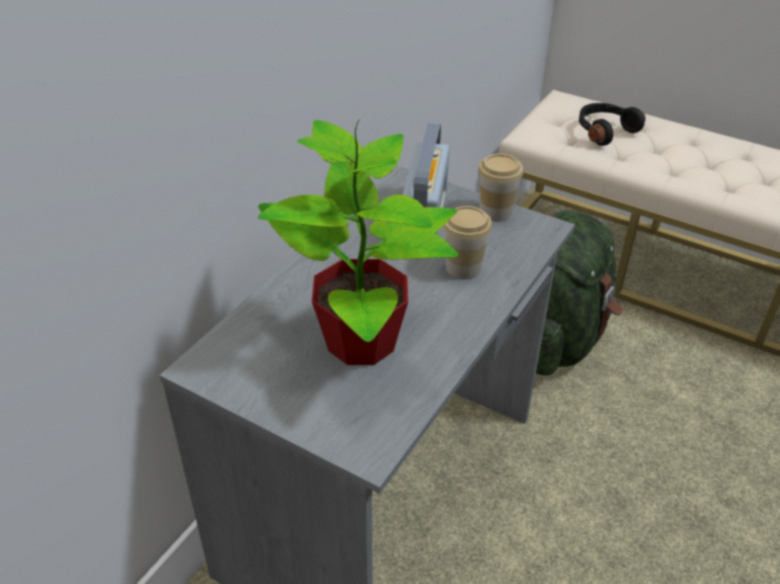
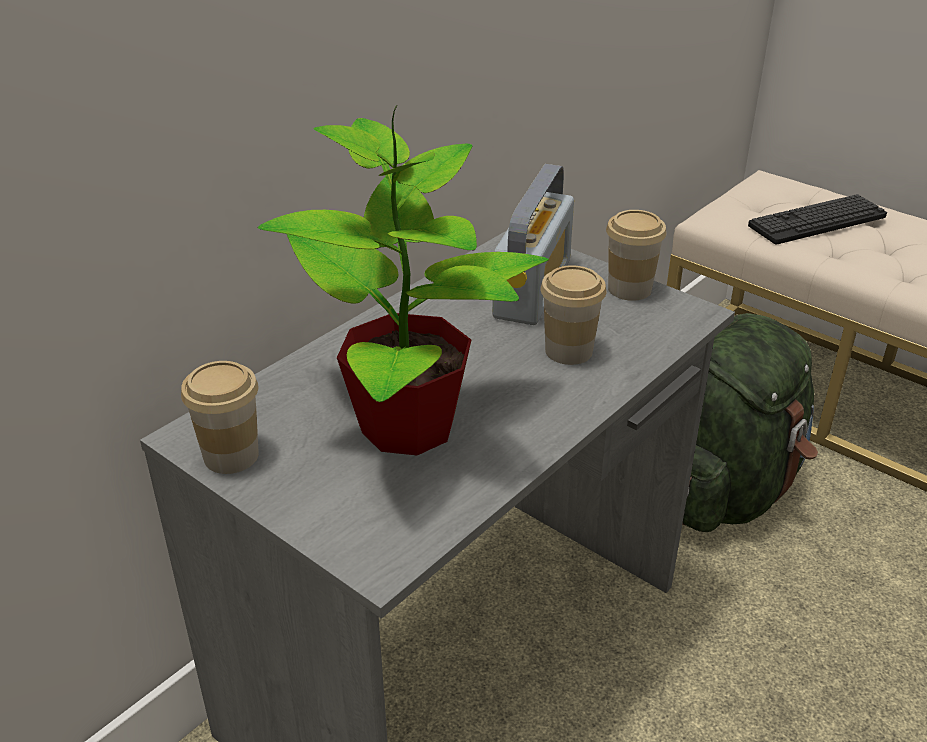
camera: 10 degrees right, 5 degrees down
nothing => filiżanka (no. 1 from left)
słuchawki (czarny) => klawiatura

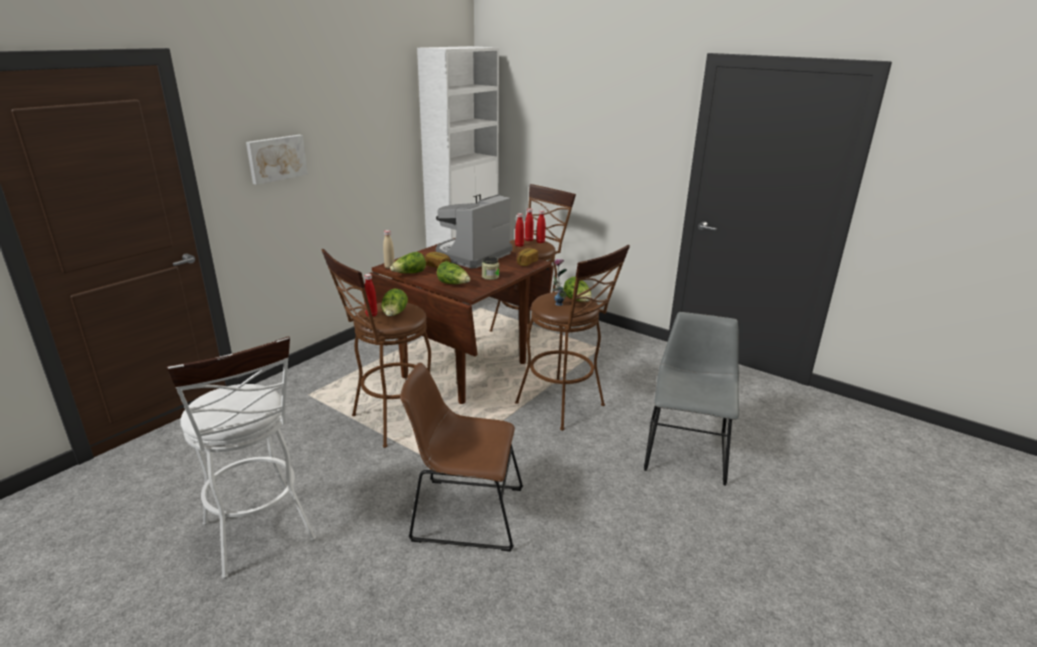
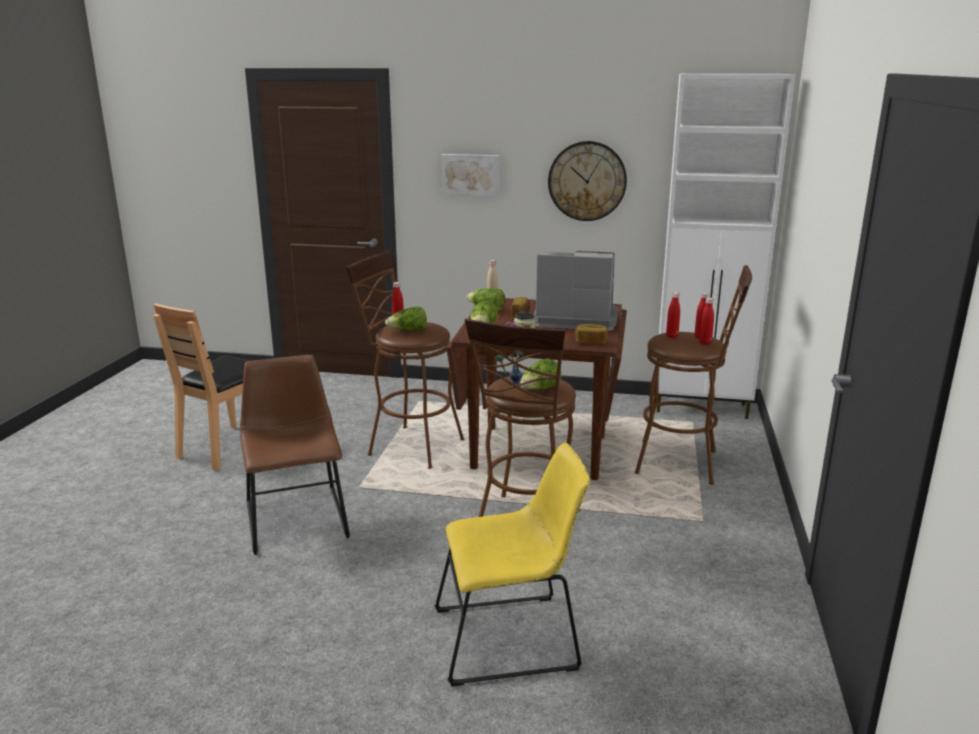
camera: 65 degrees right, 5 degrees down
nothing => zegar ścienny
stołek (biały) => krzesło (brązowy) (no. 1 from left)
krzesło (szary) => krzesło (żółty)

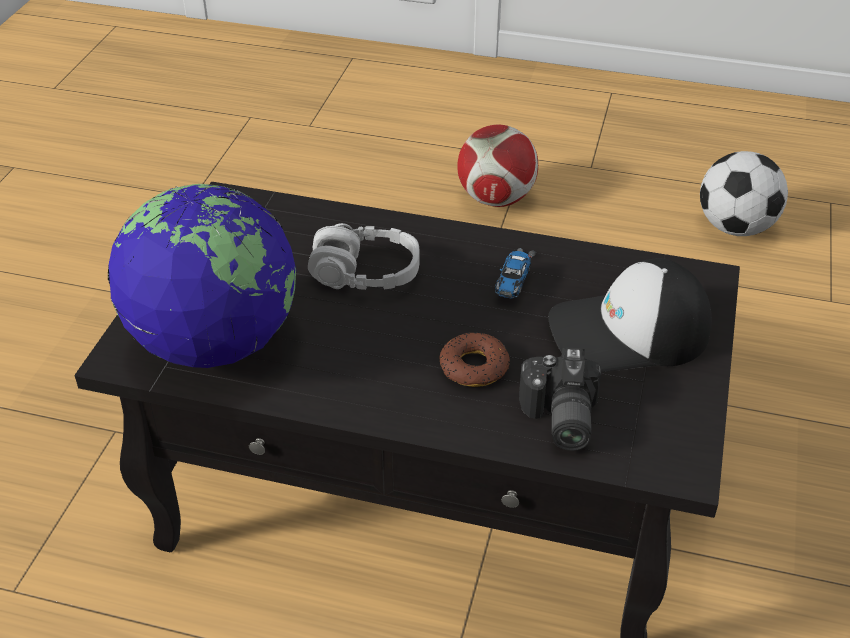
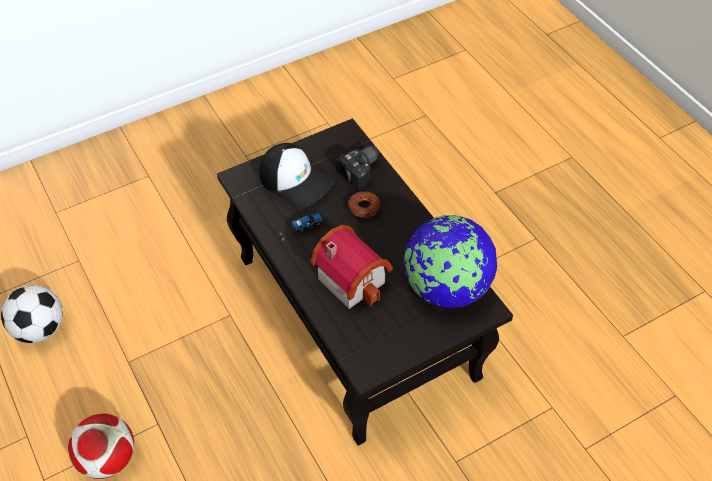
camera: 135 degrees left, 10 degrees up
słuchawki (szary) => domek

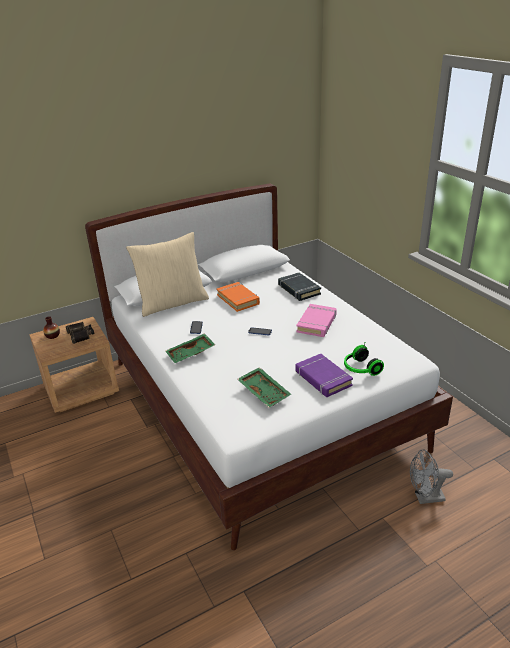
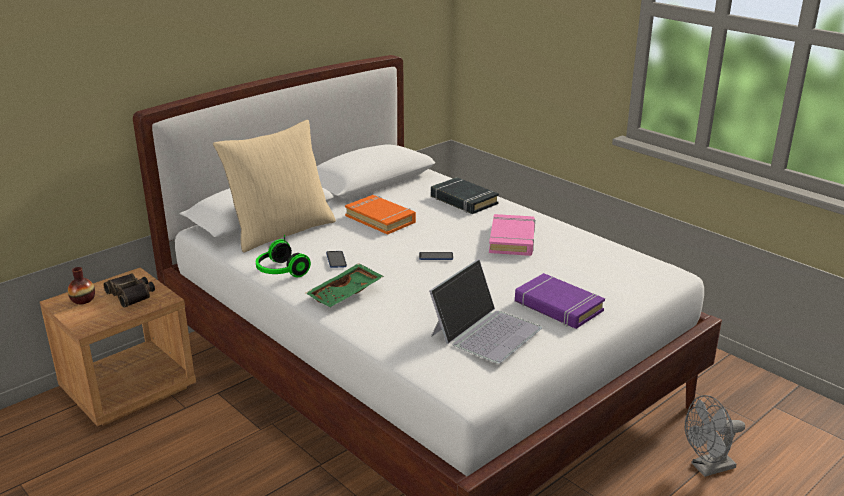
camera: 15 degrees left, 5 degrees down
słuchawki, relocated
taca (zielony) (no. 2 from left) => laptop

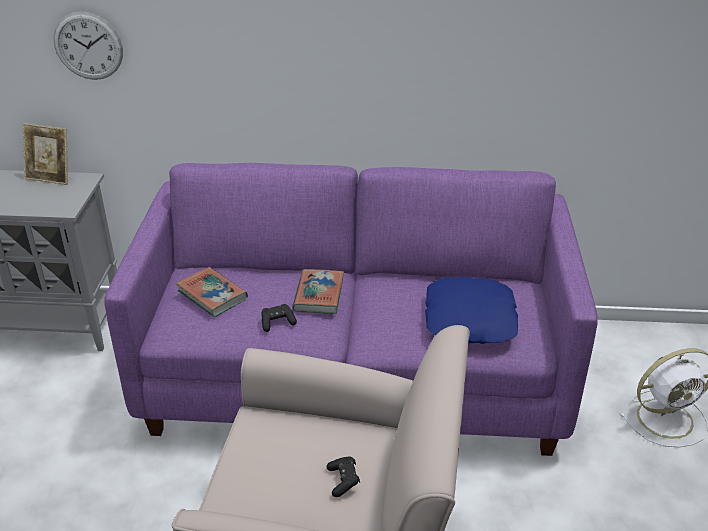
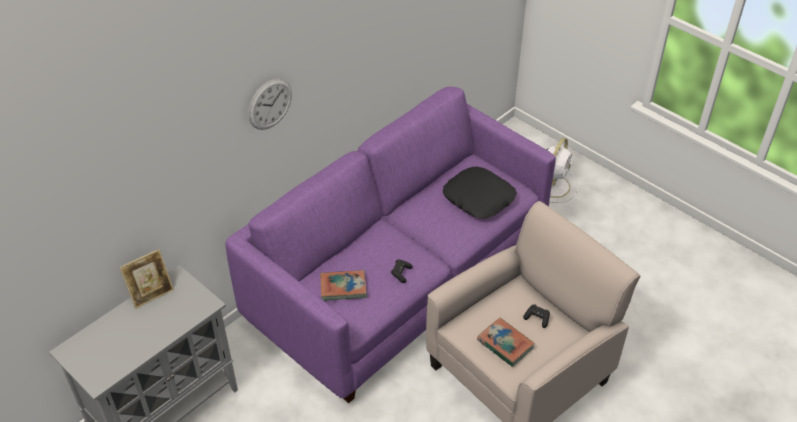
camera: 50 degrees left, 10 degrees up
zegar ścienny, relocated
książka (no. 2 from left), relocated
poduszka (niebieski) => poduszka (czarny)

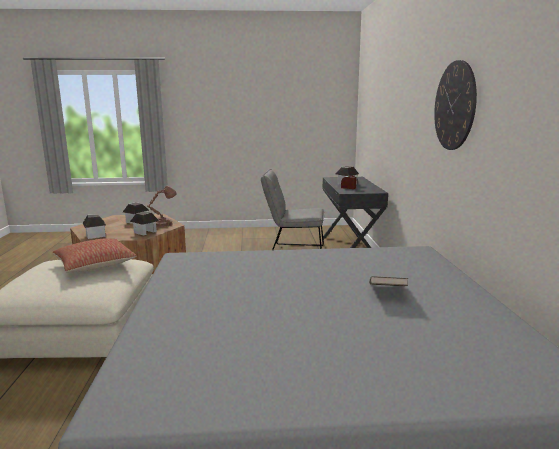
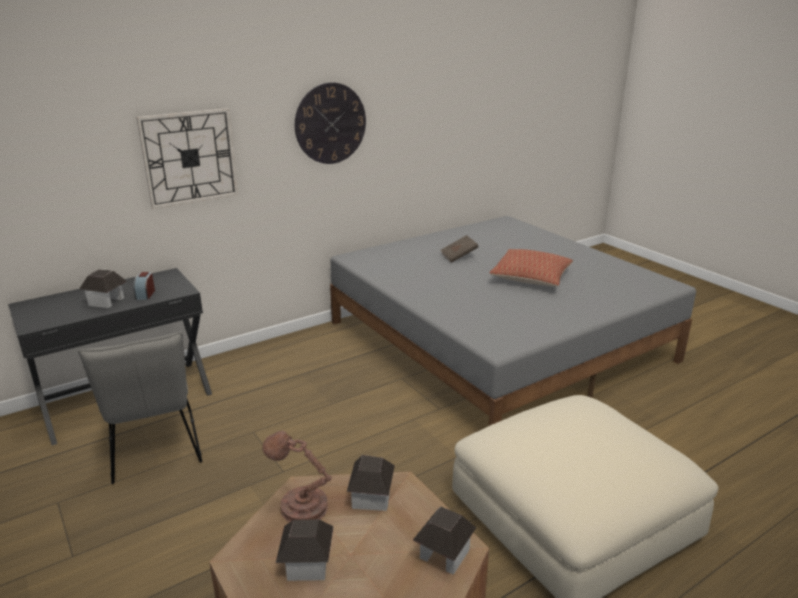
camera: 120 degrees left, 10 degrees up
nothing => zegar ścienny (no. 1 from left)
poduszka, relocated

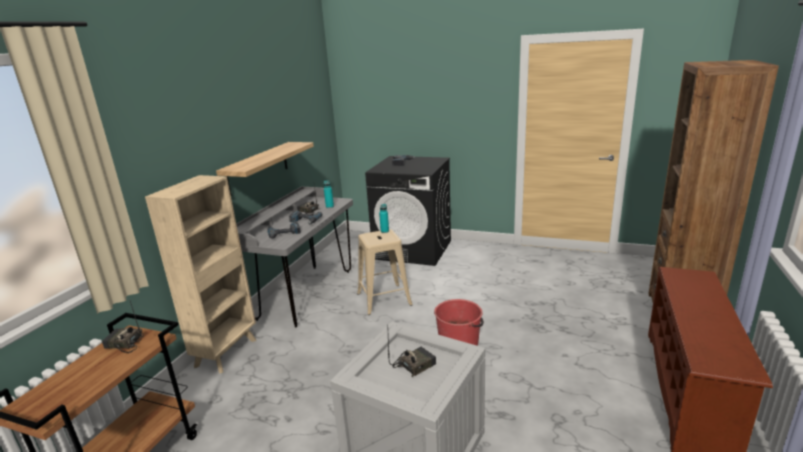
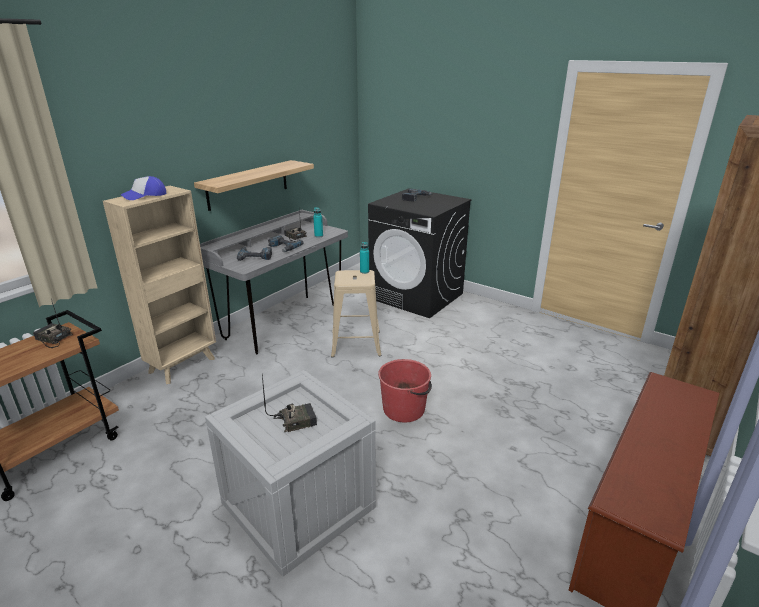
camera: 15 degrees right, 5 degrees up
nothing => czapka z daszkiem

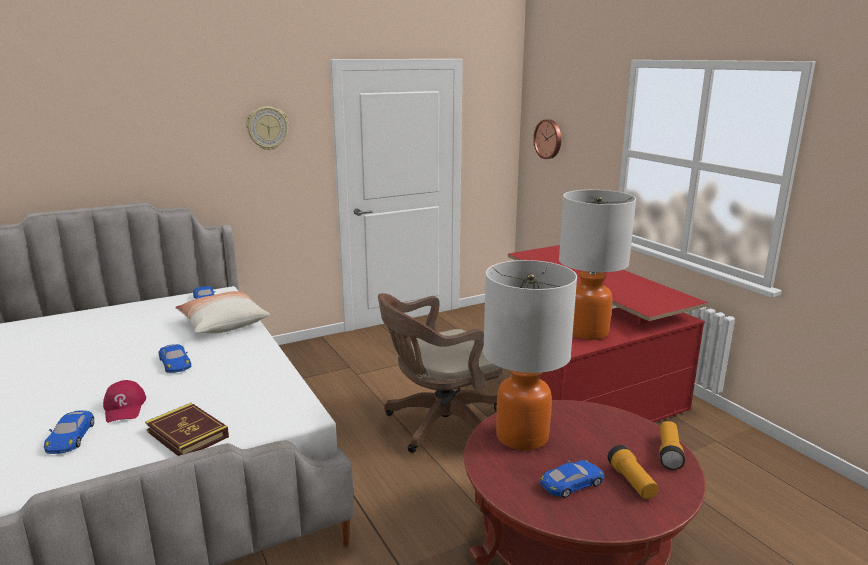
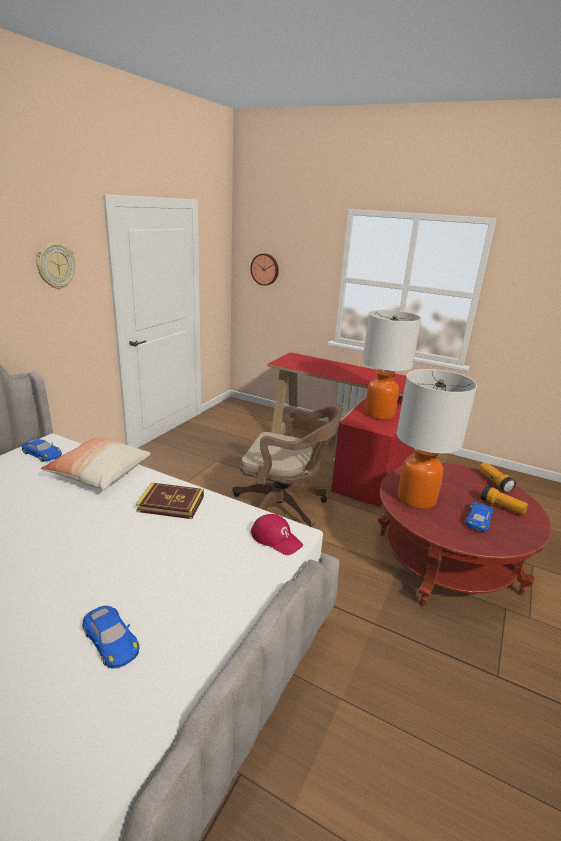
camera: 35 degrees left, 5 degrees up
samochodzik (niebieski) (no. 2 from left) => nothing
czapka z daszkiem (czerwony), relocated
książka, relocated
krzesło biurowe (brązowy), 105 degrees counterclockwise

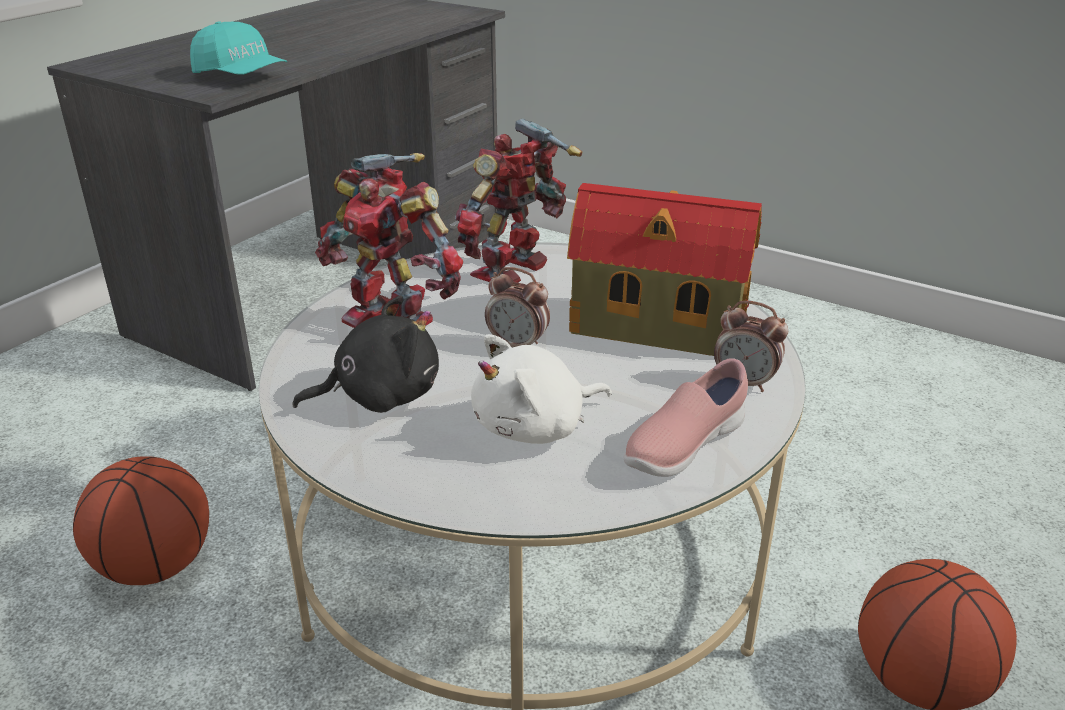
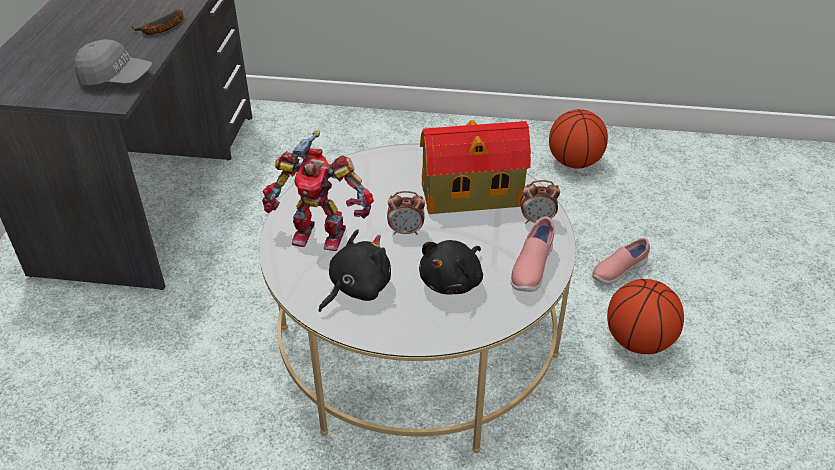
camera: 25 degrees left, 10 degrees up
robot zabawkowy (no. 2 from left) => nothing
nothing => banan
nothing => but (różowy) (no. 2 from left)
piłka do koszykówki (no. 1 from left), relocated
czapka z daszkiem (turkusowy) => czapka z daszkiem (szary)
pluszak (biały) => pluszak (czarny) (no. 2 from left)

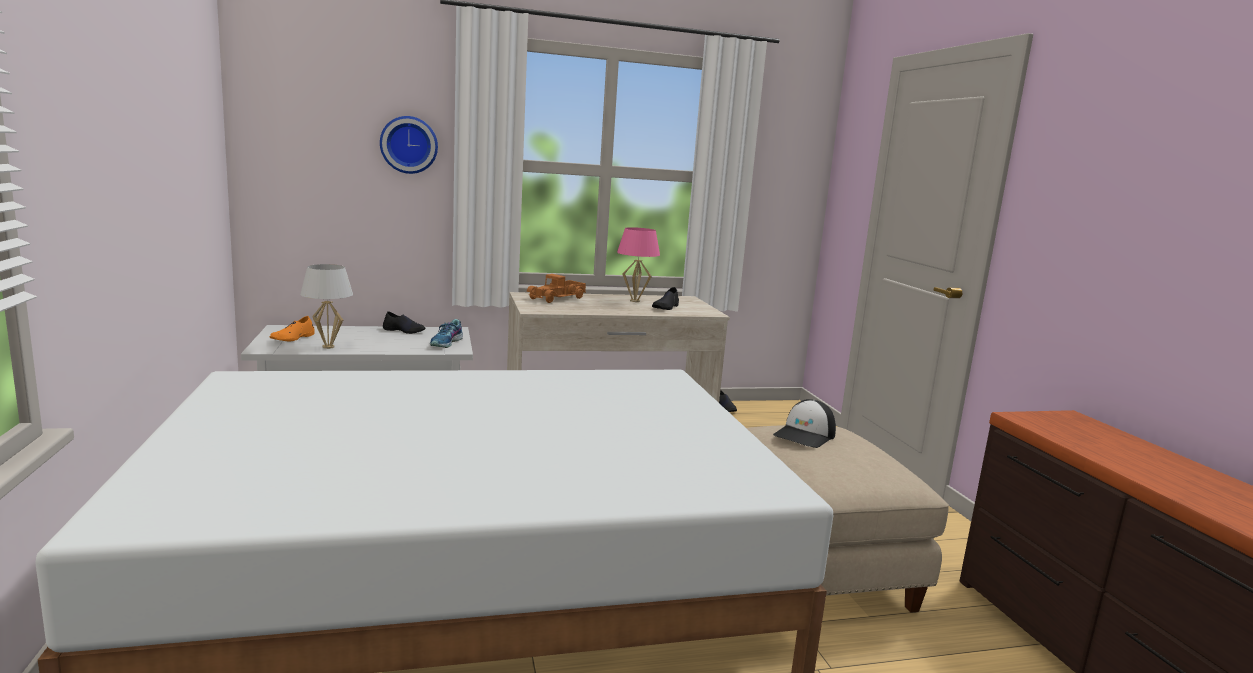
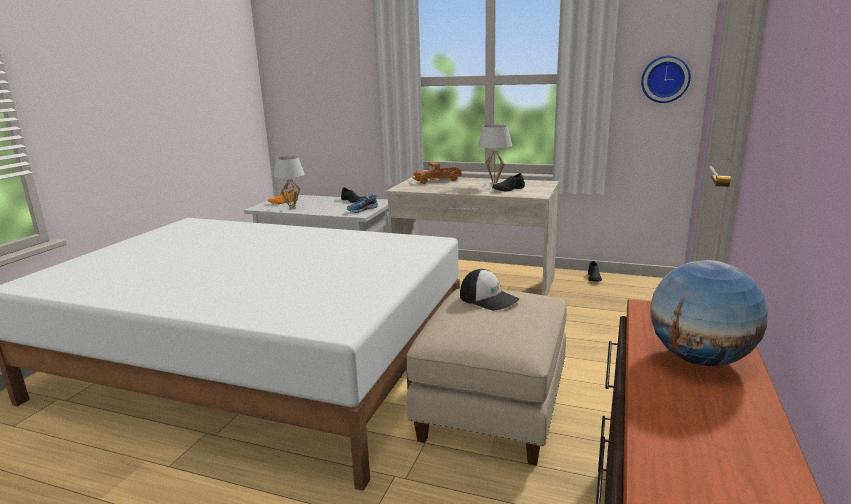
camera: 35 degrees right, 5 degrees up
nothing => globus
zegar ścienny, relocated
lampa stołowa (różowy) => lampa stołowa (biały) (no. 2 from left)
czapka z daszkiem, 120 degrees counterclockwise

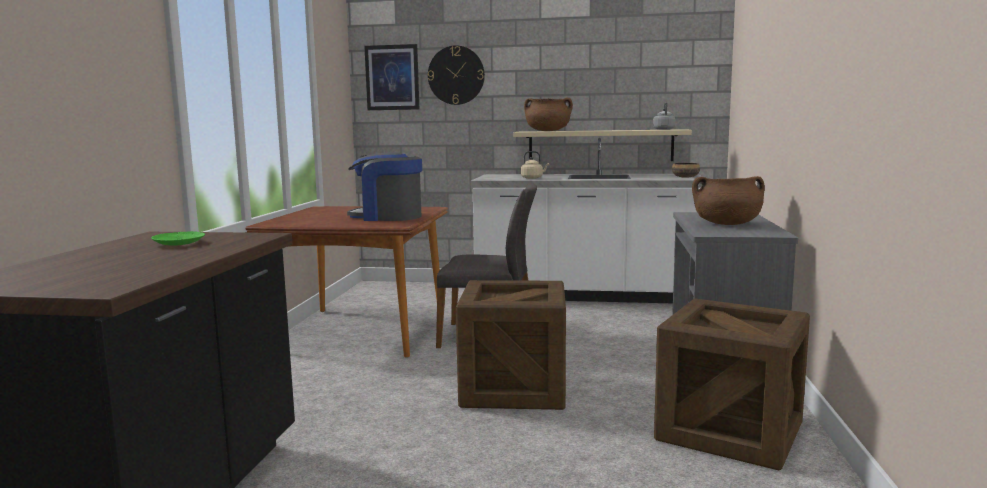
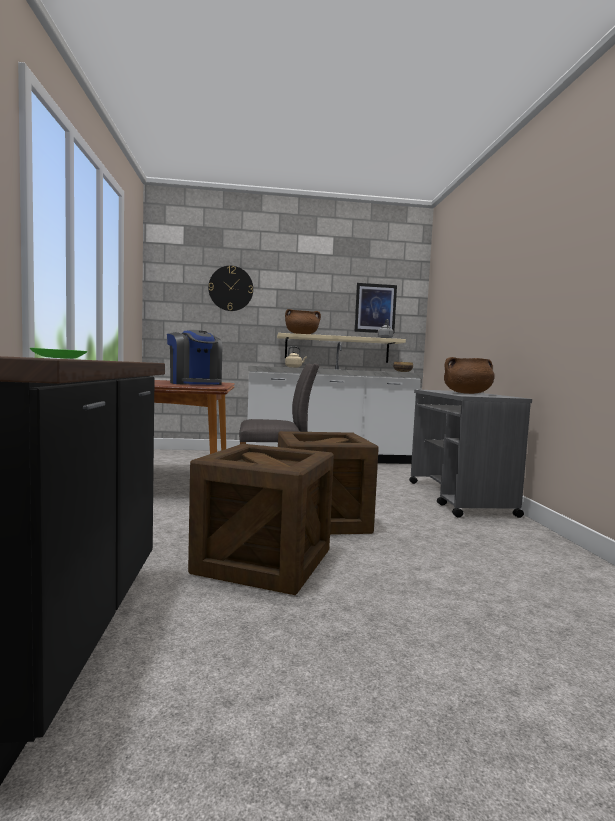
camera: 15 degrees left, 5 degrees down
obraz, relocated
skrzynka (no. 2 from left in the first image) => skrzynka (no. 1 from left), relocated
ekspres do kawy, 120 degrees counterclockwise

